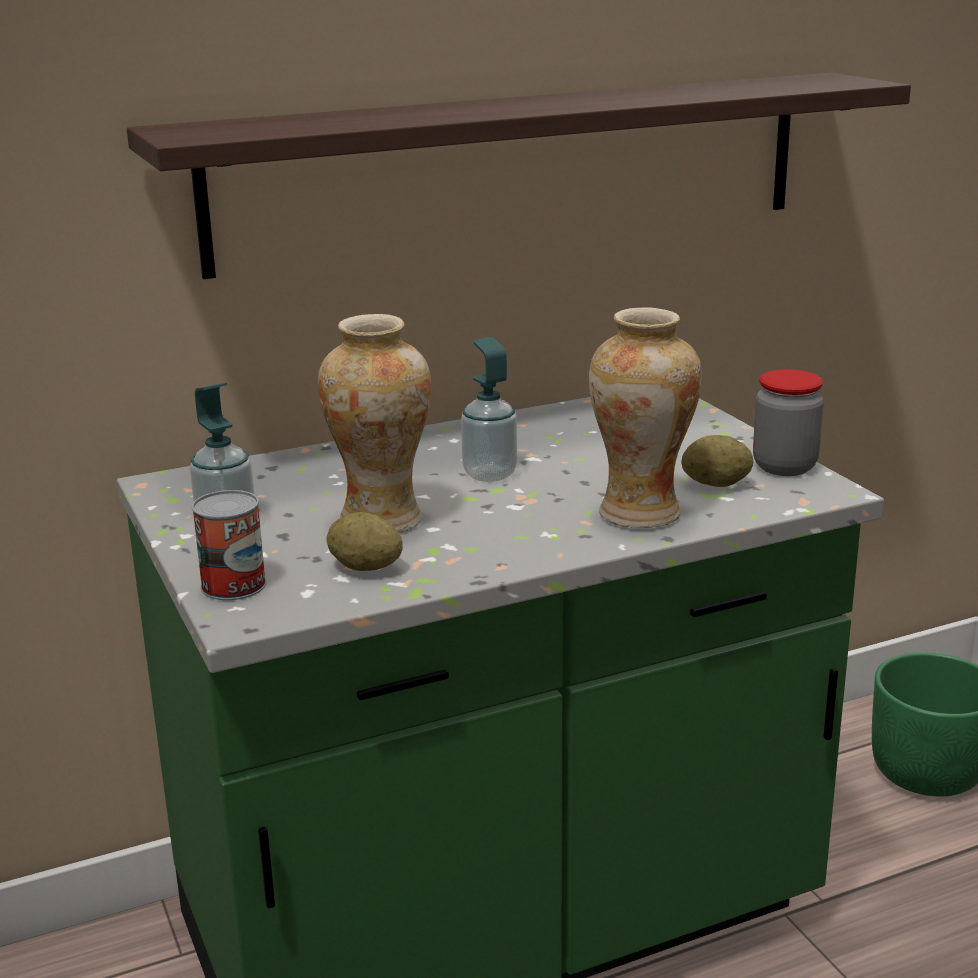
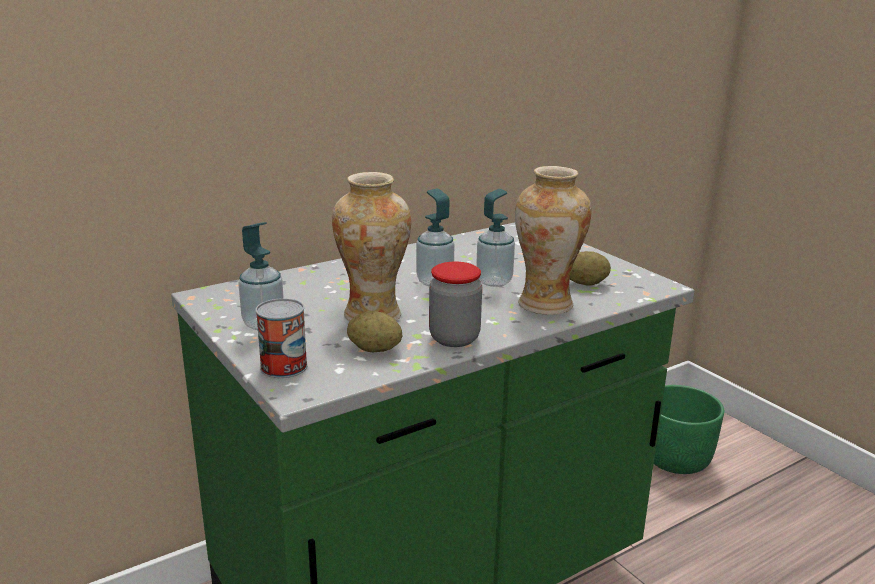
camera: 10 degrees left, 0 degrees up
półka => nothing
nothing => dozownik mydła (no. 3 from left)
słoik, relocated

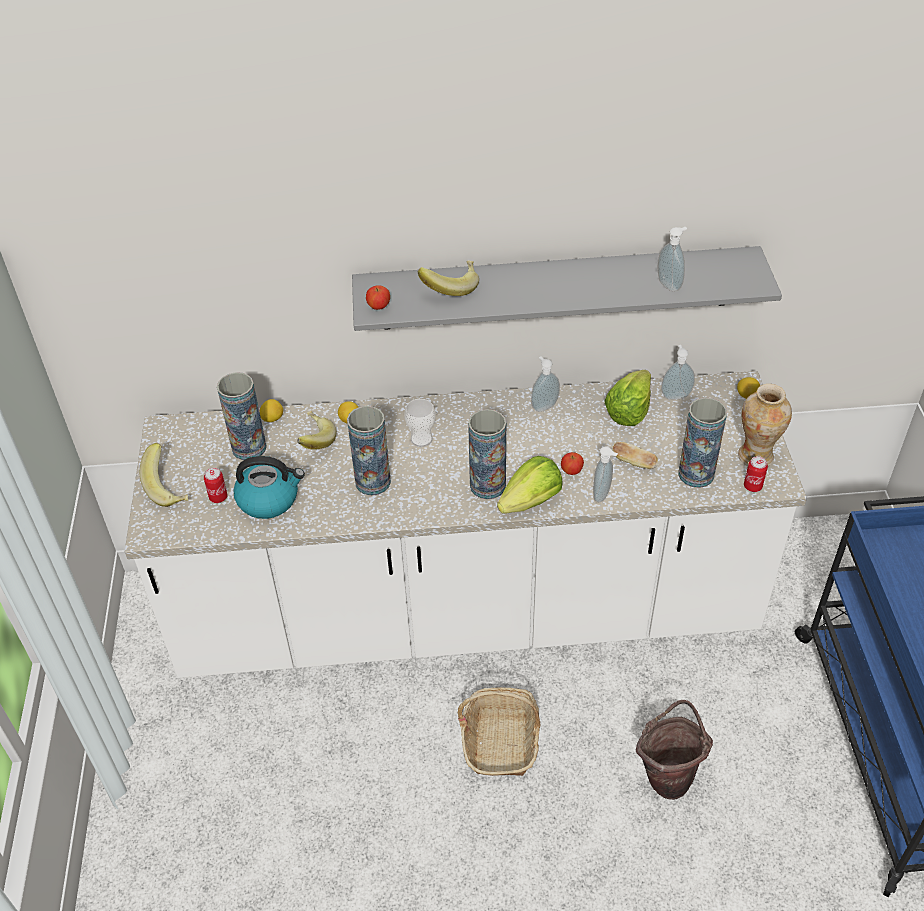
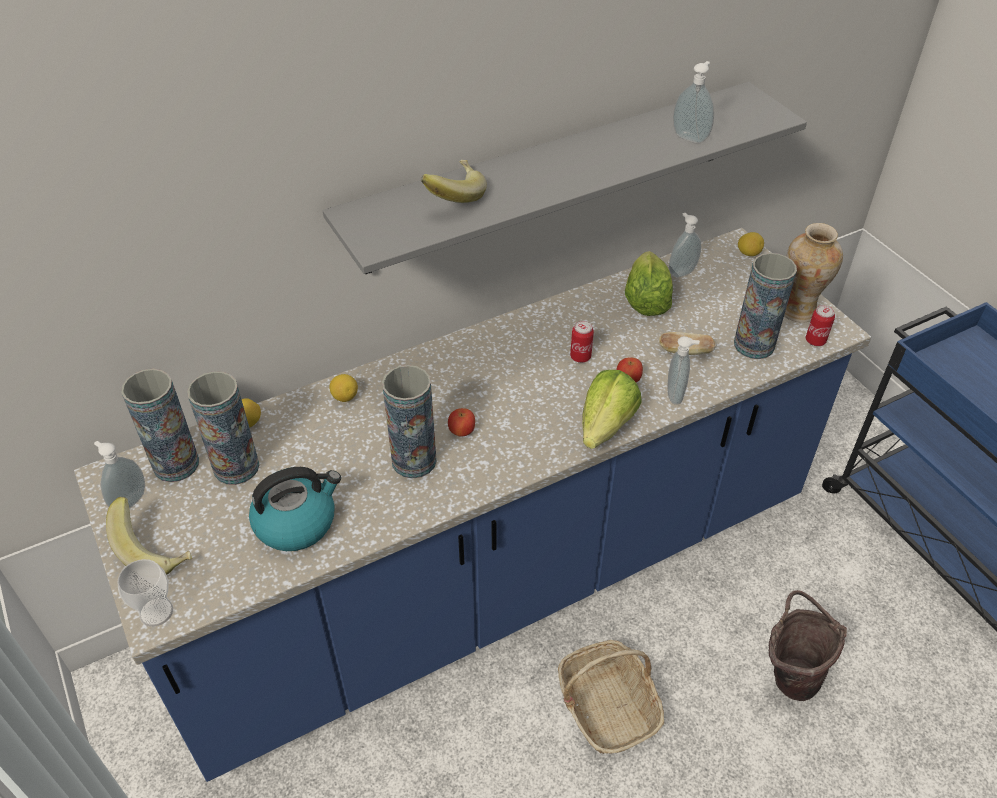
camera: 25 degrees left, 0 degrees up
banan (no. 2 from left) => nothing
puszka (no. 1 from left), relocated
jabłko (no. 1 from left), relocated
filiżanka, relocated
wazon (no. 3 from left in the first image) => wazon (no. 1 from left), relocated
dozownik mydła (no. 1 from left), relocated
zabudowa kuchenna (biały) => zabudowa kuchenna (niebieski)

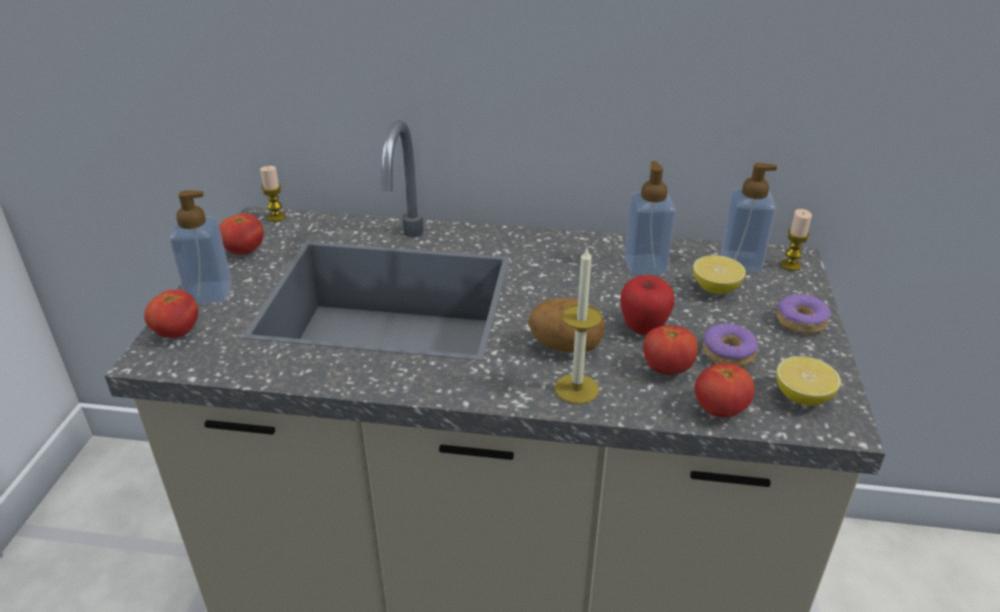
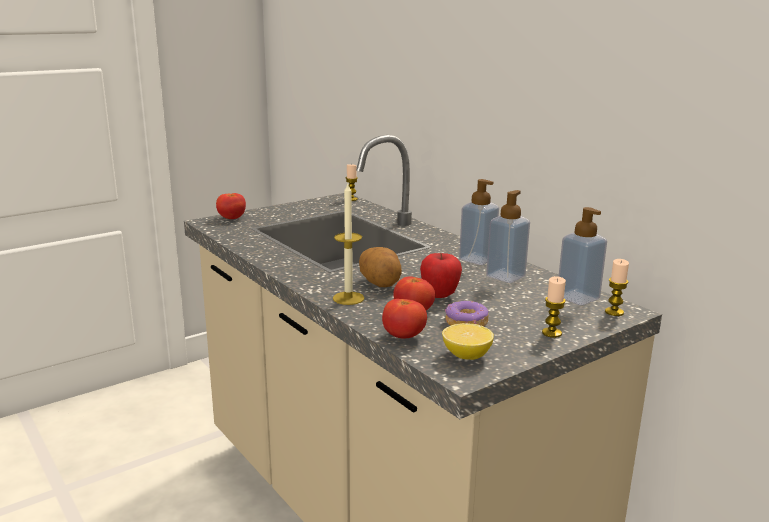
camera: 45 degrees right, 15 degrees down
pomidor (no. 2 from left) => nothing
cytryna (no. 1 from left) => nothing
dozownik mydła (no. 1 from left), relocated
donut (no. 2 from left) => świeca (no. 3 from left)

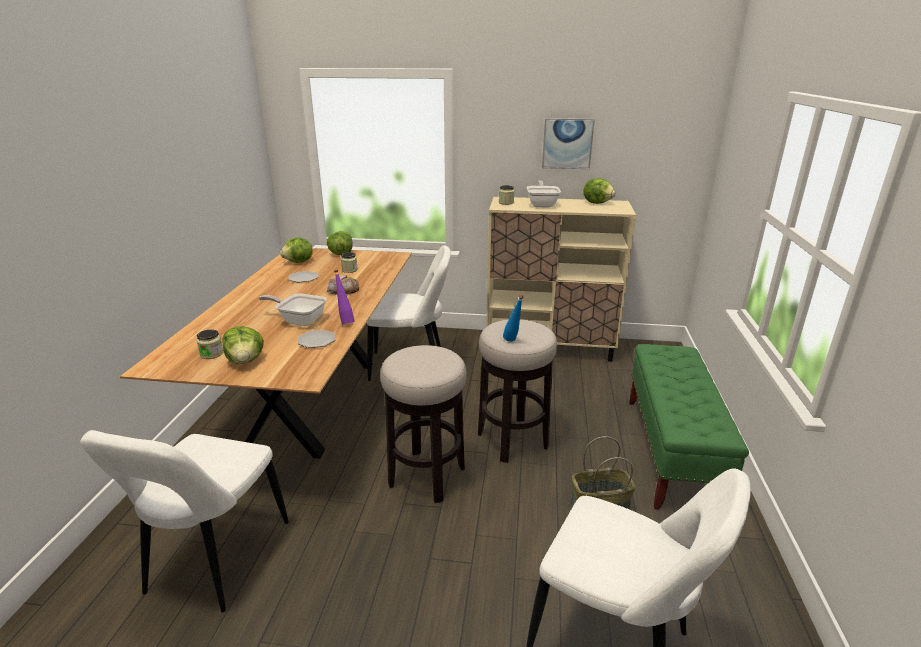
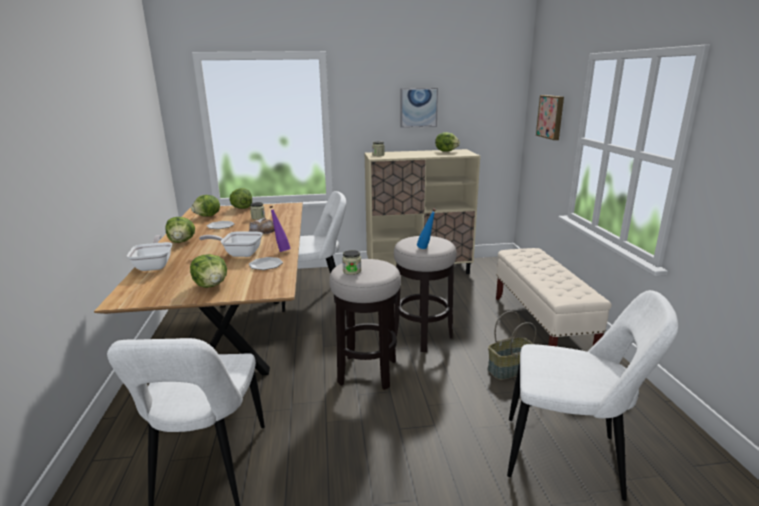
camera: 15 degrees left, 5 degrees down
nothing => sałata (no. 1 from left)
nothing => obraz (no. 2 from left)
słoik (no. 1 from left in the first image) => słoik (no. 2 from left), relocated
patelnia (no. 2 from left in the first image) => patelnia (no. 1 from left), relocated
ławka (zielony) => ławka (beżowy)

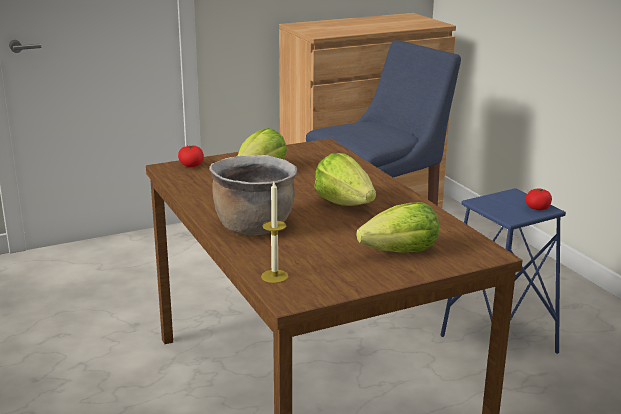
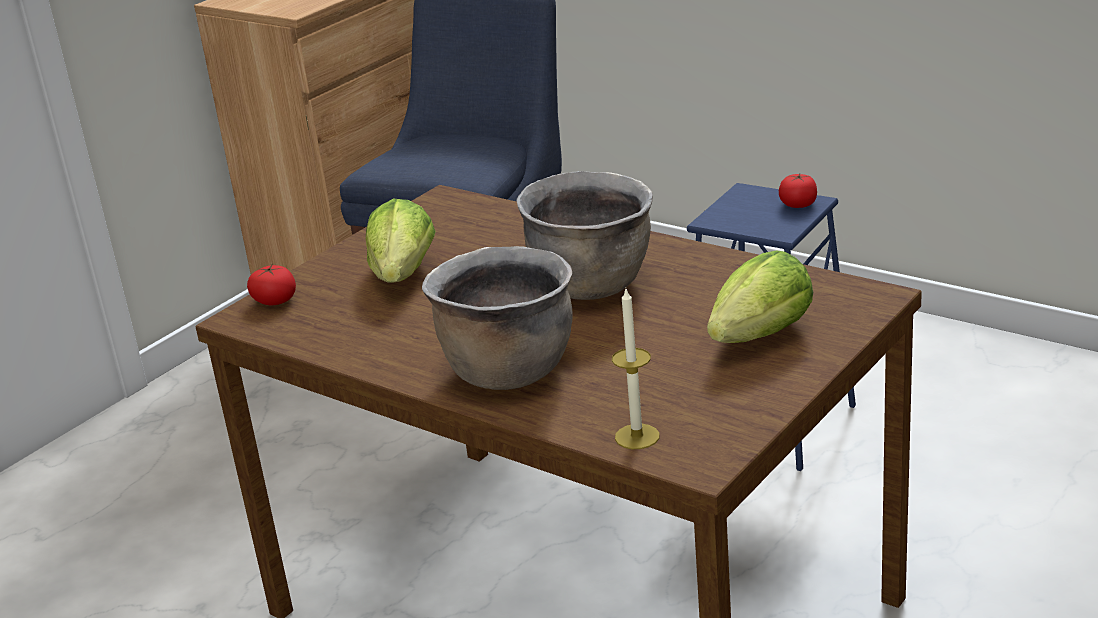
camera: 25 degrees left, 5 degrees up
sałata (no. 2 from left) => garnek (brązowy) (no. 2 from left)

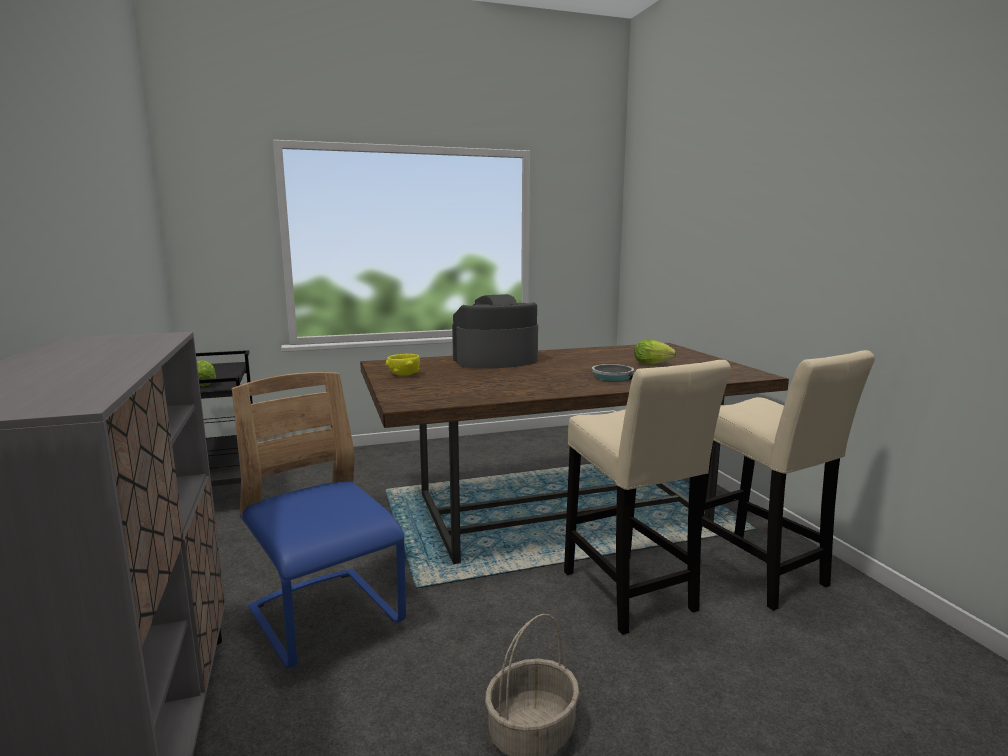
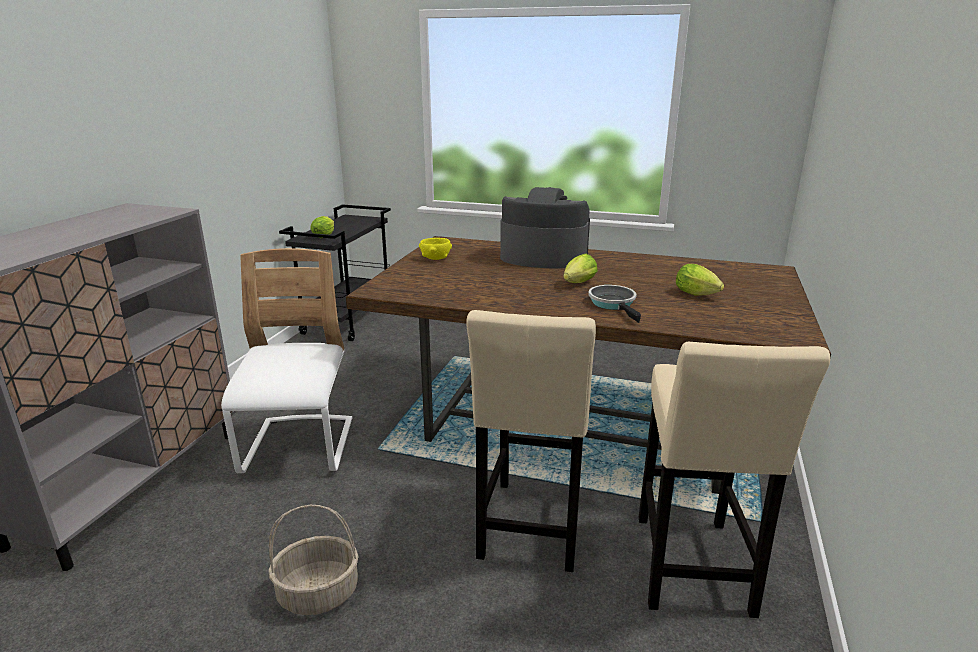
camera: 35 degrees right, 10 degrees up
nothing => sałata (no. 2 from left)
krzesło (niebieski) => krzesło (biały)

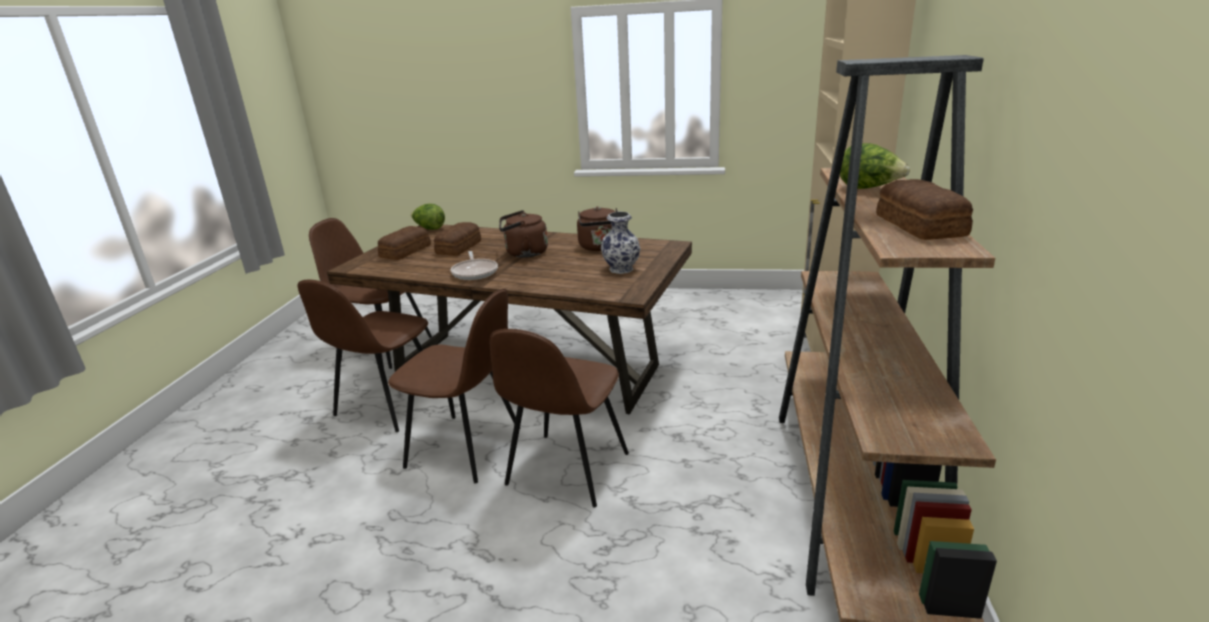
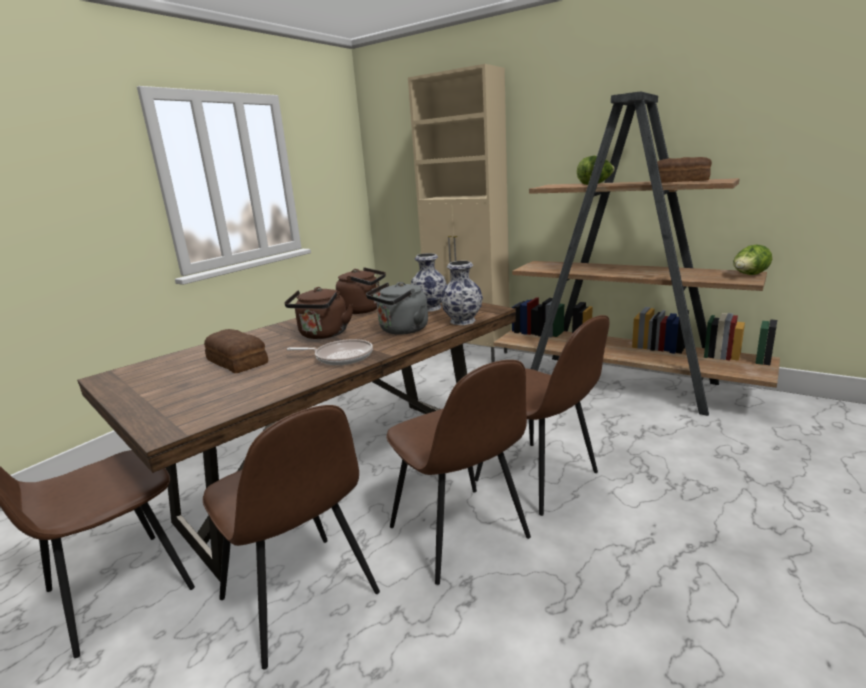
camera: 65 degrees left, 5 degrees down
chleb (no. 1 from left) => nothing
nothing => czajnik (szary)
nothing => wazon (no. 2 from left)
sałata (no. 1 from left in the first image) => sałata (no. 2 from left), relocated
krzesło (brązowy) (no. 3 from left), 105 degrees clockwise

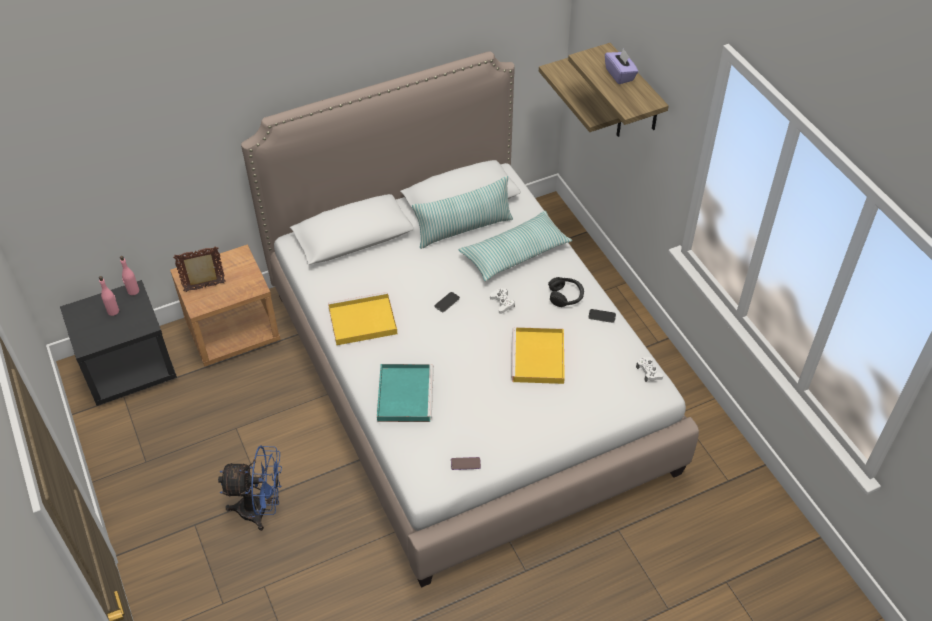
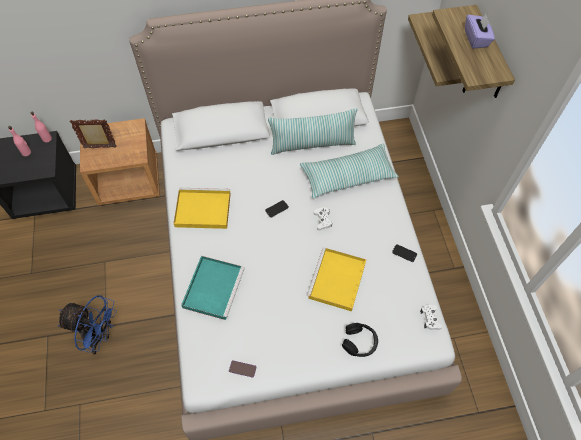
camera: 15 degrees right, 10 degrees up
słuchawki (czarny), relocated

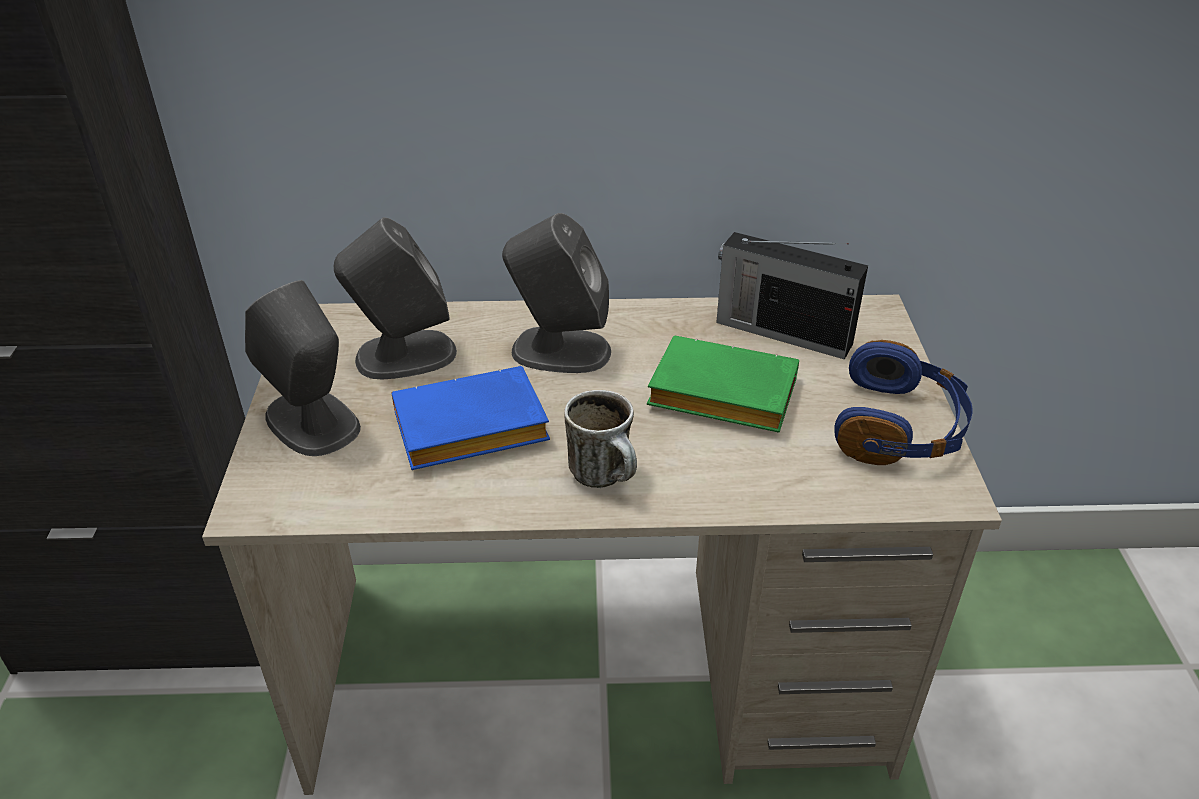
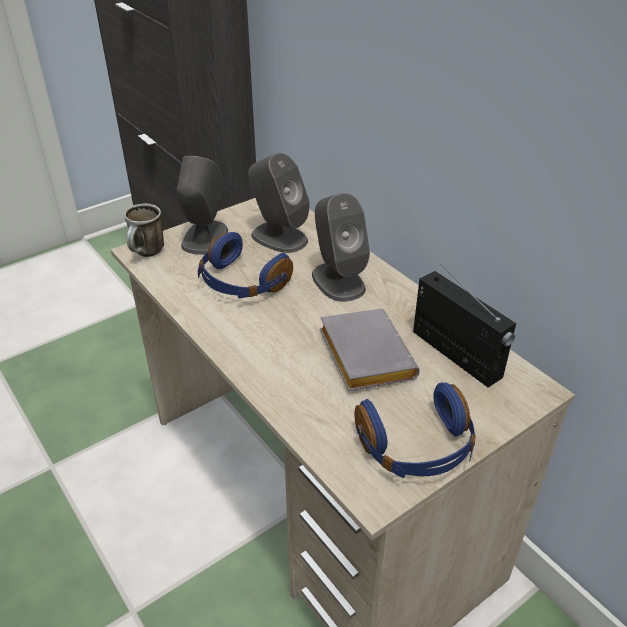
camera: 55 degrees right, 0 degrees up
kubek, relocated
książka (niebieski) => słuchawki (niebieski) (no. 1 from left)
książka (zielony) => książka (szary)
radio, 150 degrees clockwise

